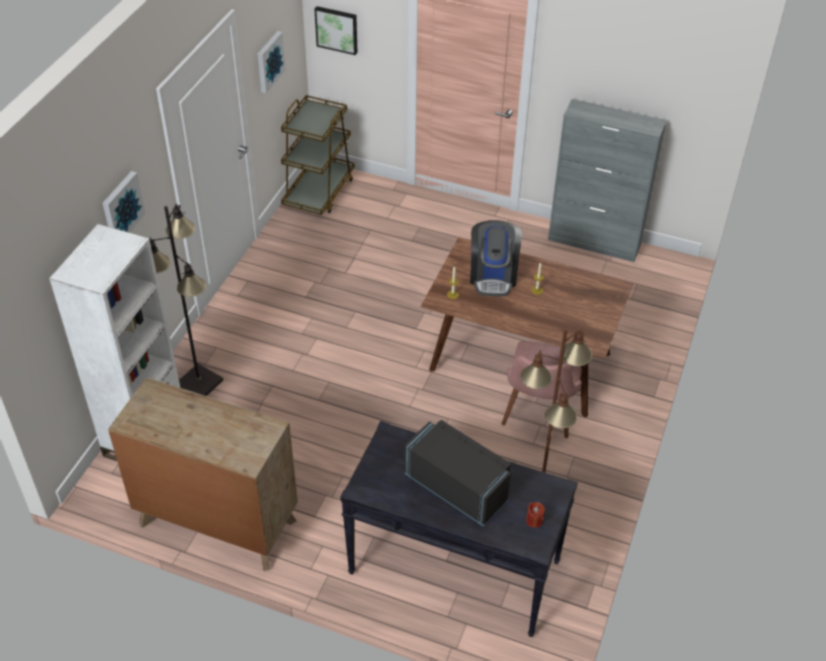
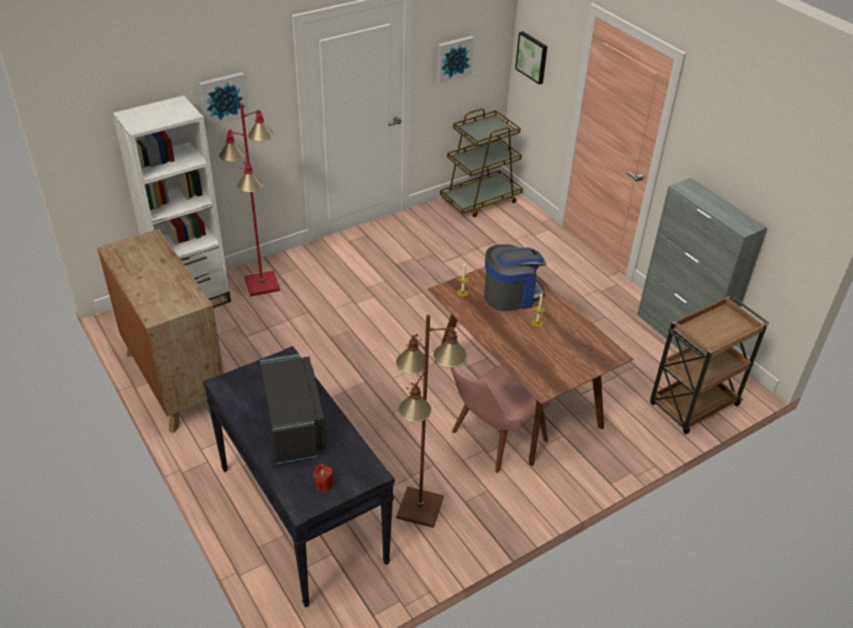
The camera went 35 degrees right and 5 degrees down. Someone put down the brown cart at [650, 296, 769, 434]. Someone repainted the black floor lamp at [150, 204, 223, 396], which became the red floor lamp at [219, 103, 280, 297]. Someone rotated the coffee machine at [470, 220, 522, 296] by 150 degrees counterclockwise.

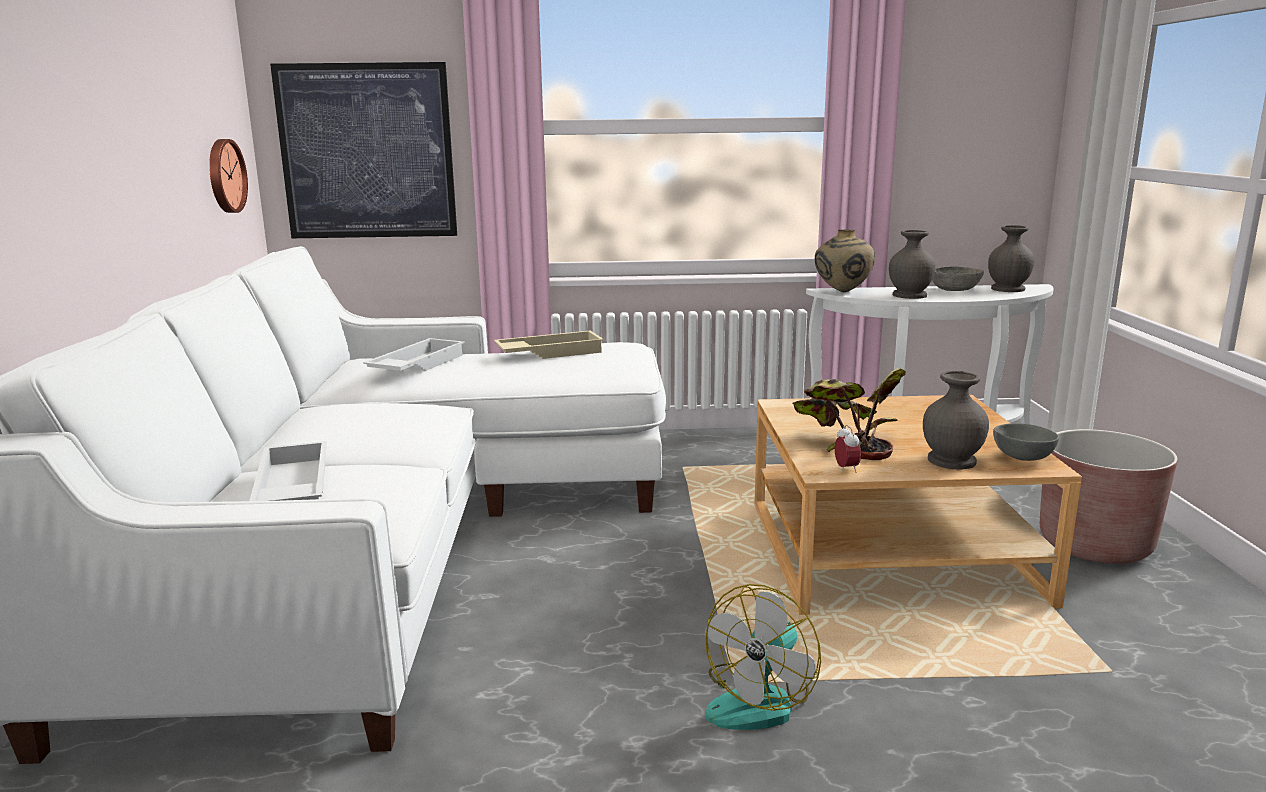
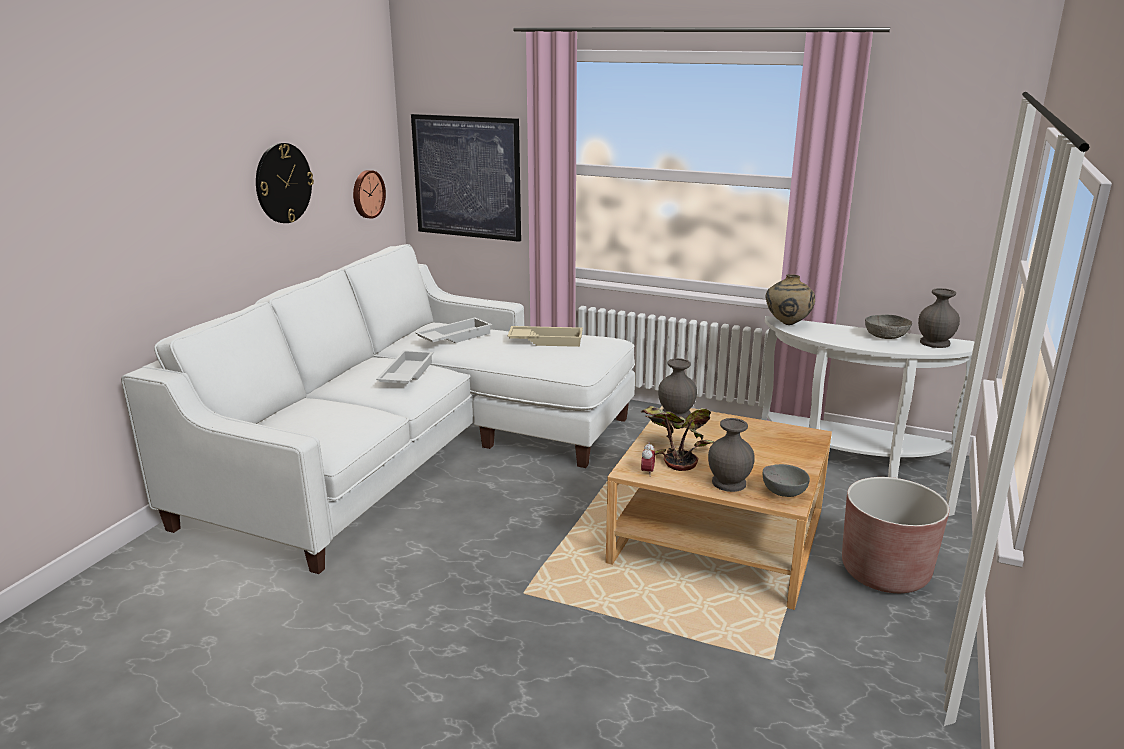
The camera went 25 degrees right and 5 degrees up. Someone took away the fan at [705, 584, 821, 730]. Someone put up the wall clock at [256, 143, 314, 223]. Someone carried the white tray from [249, 441, 327, 501] to [376, 350, 433, 384]. Someone carried the grey vase from [889, 230, 935, 299] to [658, 358, 697, 419].

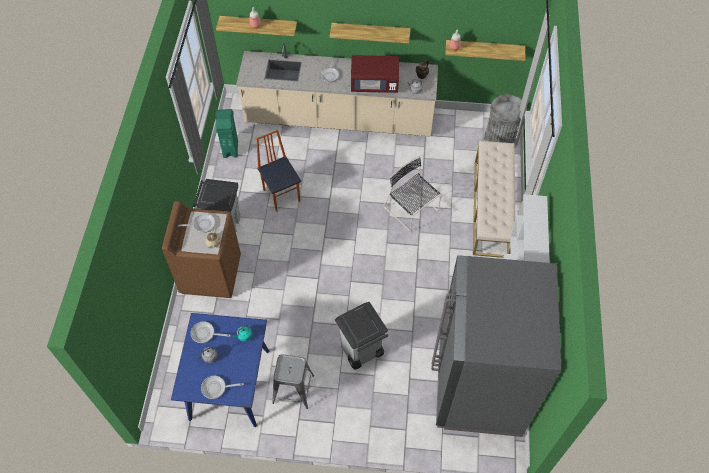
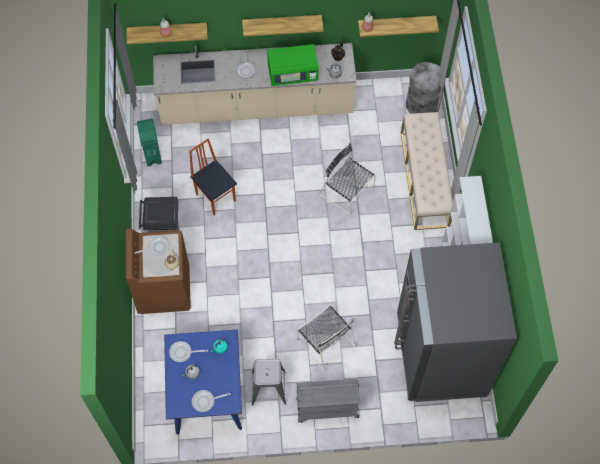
The camera went 10 degrees left and 5 degrees up. Someone put down the grey cart at [296, 379, 360, 423]. Someone swapped the grey trash can at [335, 302, 388, 370] for the black chair at [297, 305, 356, 371]. Someone repainted the red microwave at [351, 55, 399, 93], which became the green microwave at [267, 44, 318, 86].

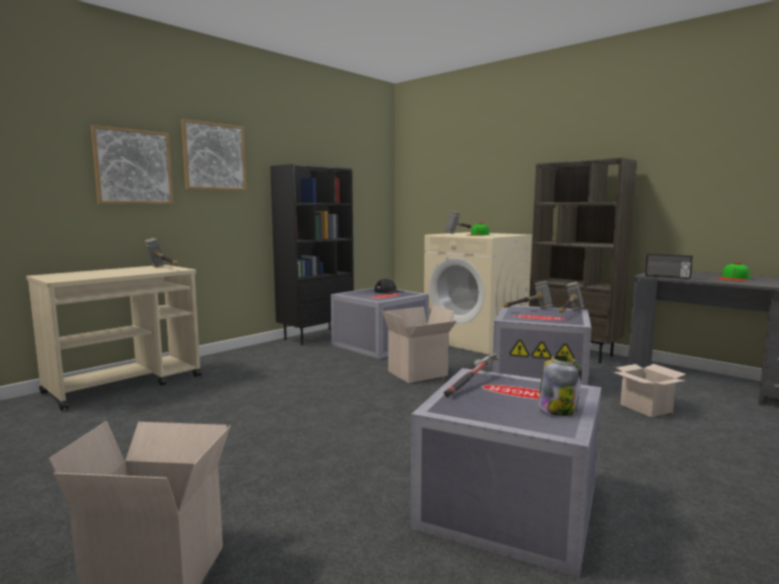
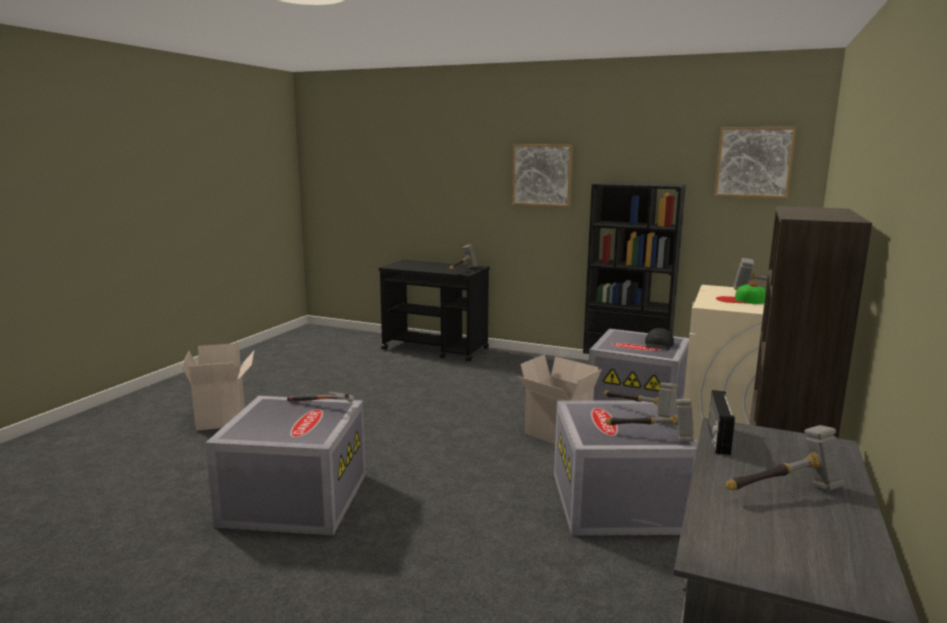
The camera went 70 degrees right and 5 degrees up. Someone took away the jar at [538, 355, 582, 416]. Someone took away the cardboard box at [613, 364, 686, 417]. Someone carried the picture from [91, 125, 174, 204] to [714, 127, 796, 198]. Someone swapped the cap at [717, 262, 750, 281] for the hammer at [726, 425, 845, 491]. Someone repainted the beige cart at [26, 265, 202, 411], which became the black cart at [379, 260, 490, 362].

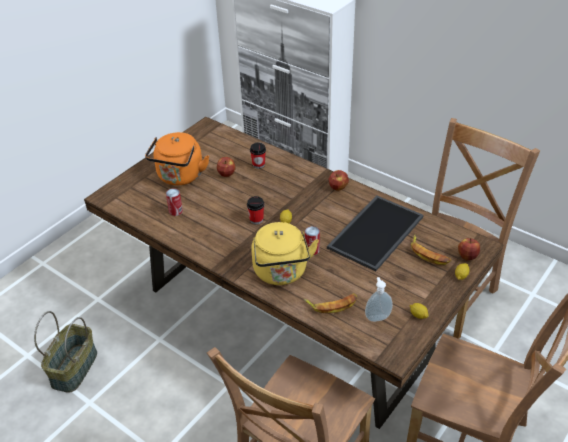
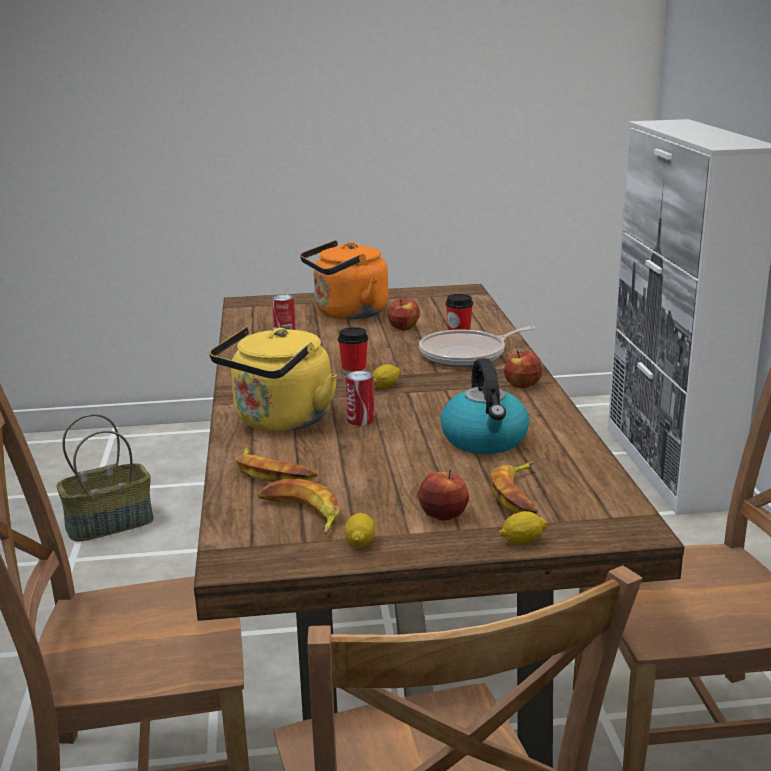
The camera went 45 degrees right and 20 degrees down. Someone put down the frying pan at [419, 326, 536, 367]. Someone carried the apple from [458, 238, 480, 260] to [418, 470, 469, 520]. Someone swapped the tray at [327, 195, 424, 271] for the kettle at [440, 358, 529, 454]. Someone swapped the soap dispenser at [365, 277, 393, 322] for the banana at [258, 479, 340, 534].

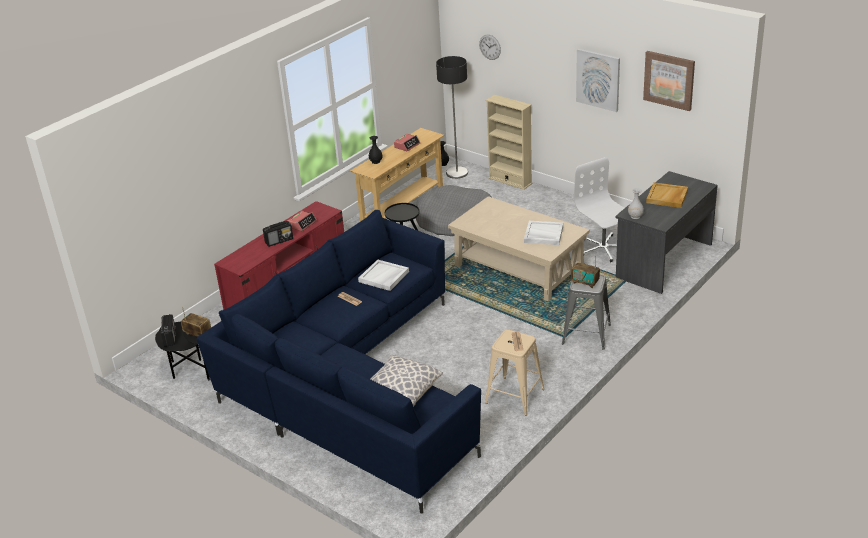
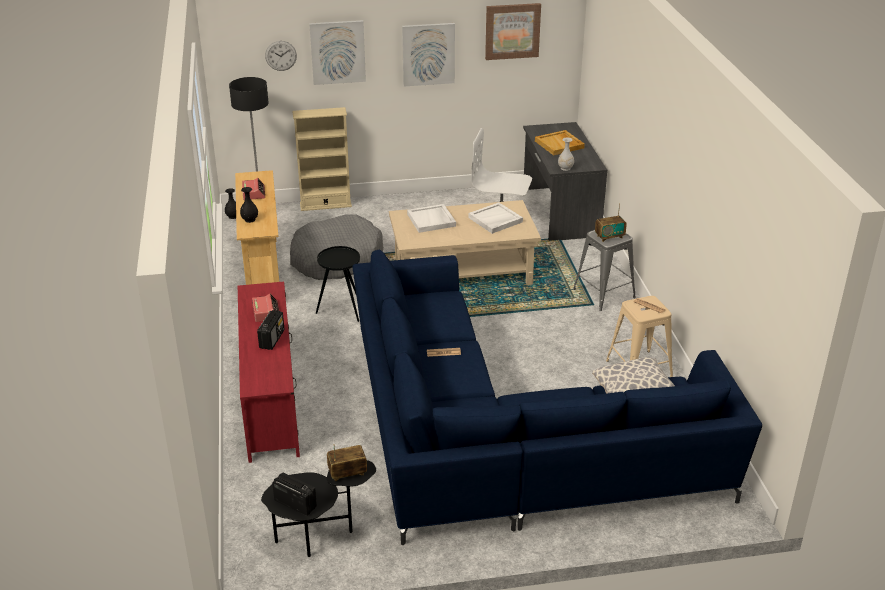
The camera went 50 degrees left and 0 degrees up. Someone put up the picture at [309, 20, 366, 85]. Someone carried the white tray from [358, 260, 409, 291] to [407, 204, 456, 233].

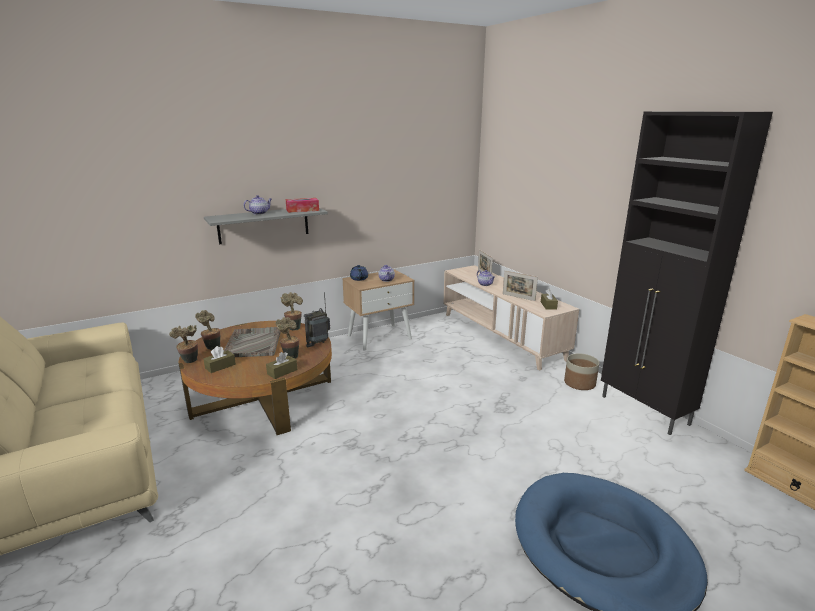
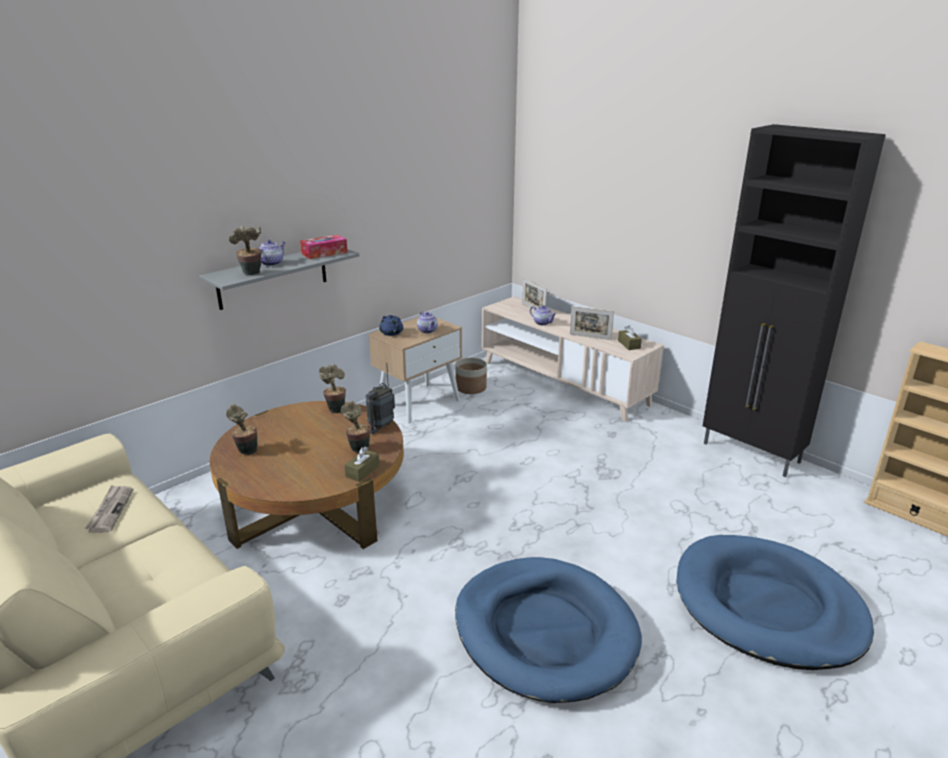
The camera went 15 degrees left and 5 degrees up. Someone took away the brown tissue box at [203, 346, 236, 373]. Someone took away the grey tray at [224, 327, 281, 357]. Someone put down the newspaper at [85, 485, 133, 533]. Someone put down the blue dog bed at [455, 557, 642, 703]. Someone carried the potted plant from [169, 325, 198, 363] to [228, 226, 261, 275]. Someone carried the planter from [564, 353, 599, 390] to [455, 358, 487, 394].

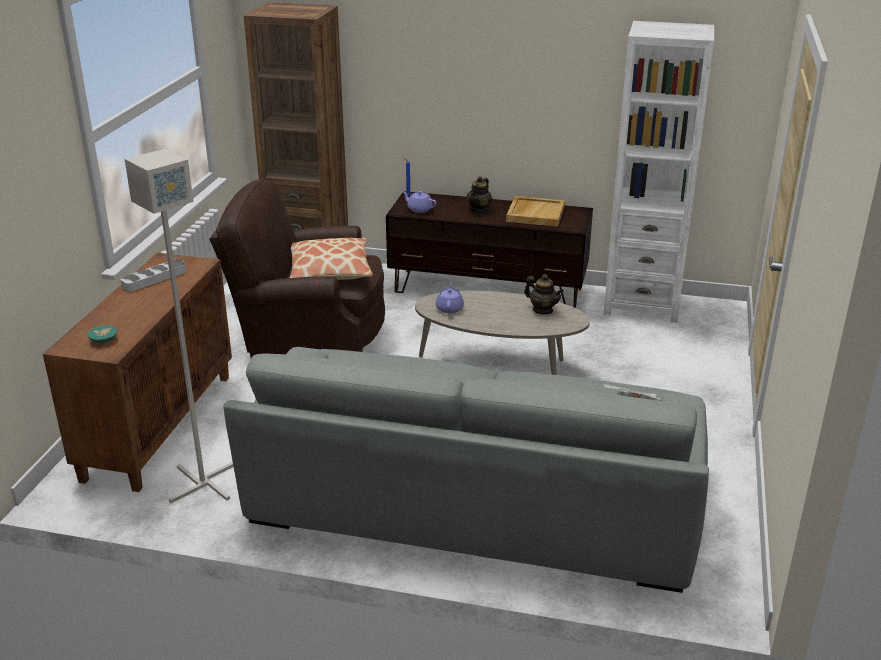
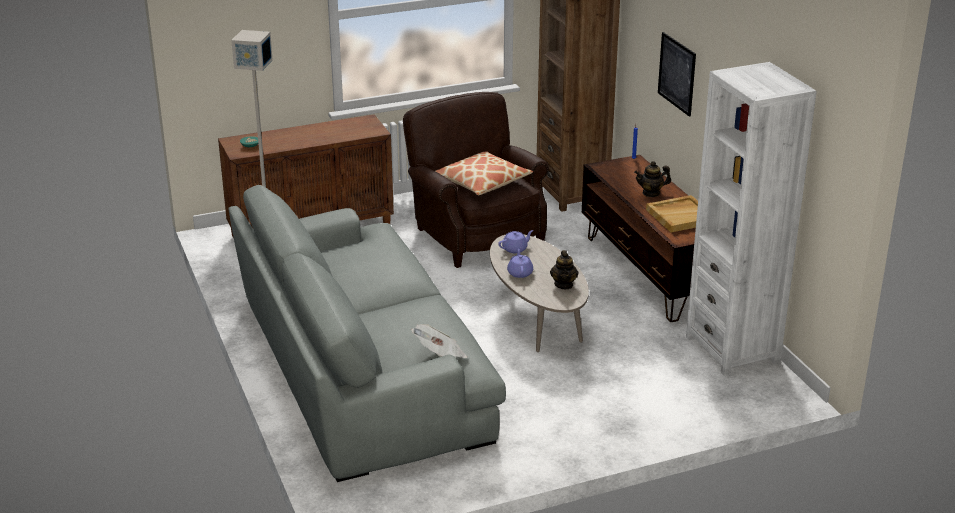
The camera went 55 degrees right and 0 degrees up. Someone took away the grey tray at [120, 259, 186, 292]. Someone put up the picture at [658, 32, 696, 117]. Someone carried the purple teapot from [402, 191, 436, 213] to [507, 249, 533, 278].

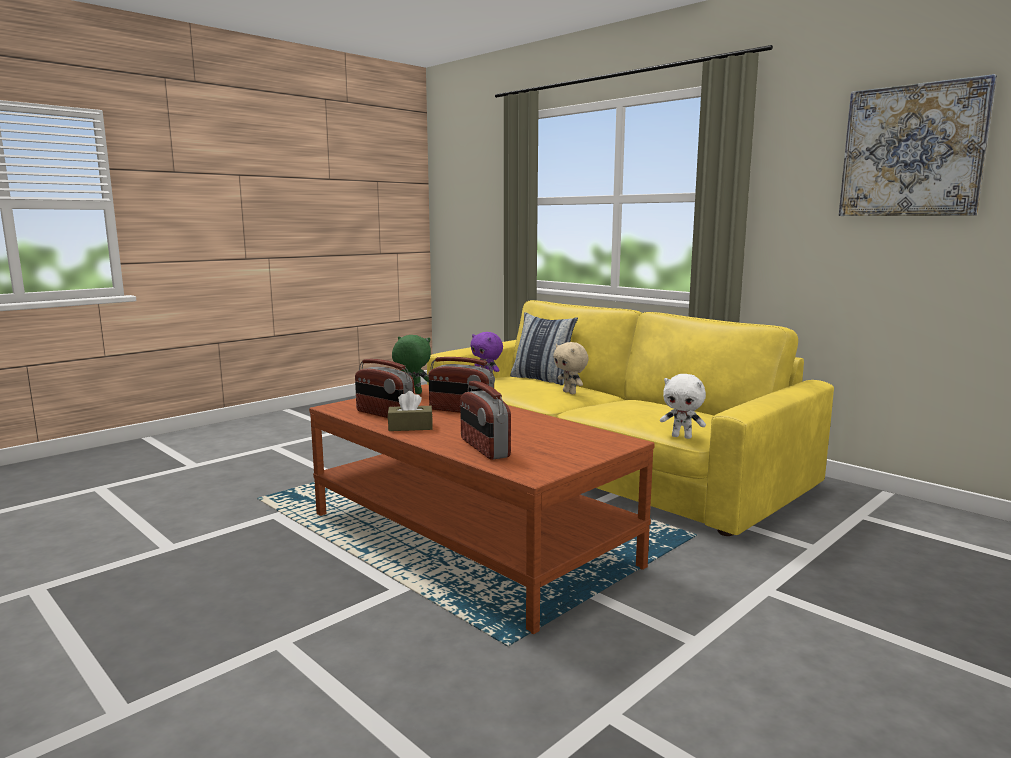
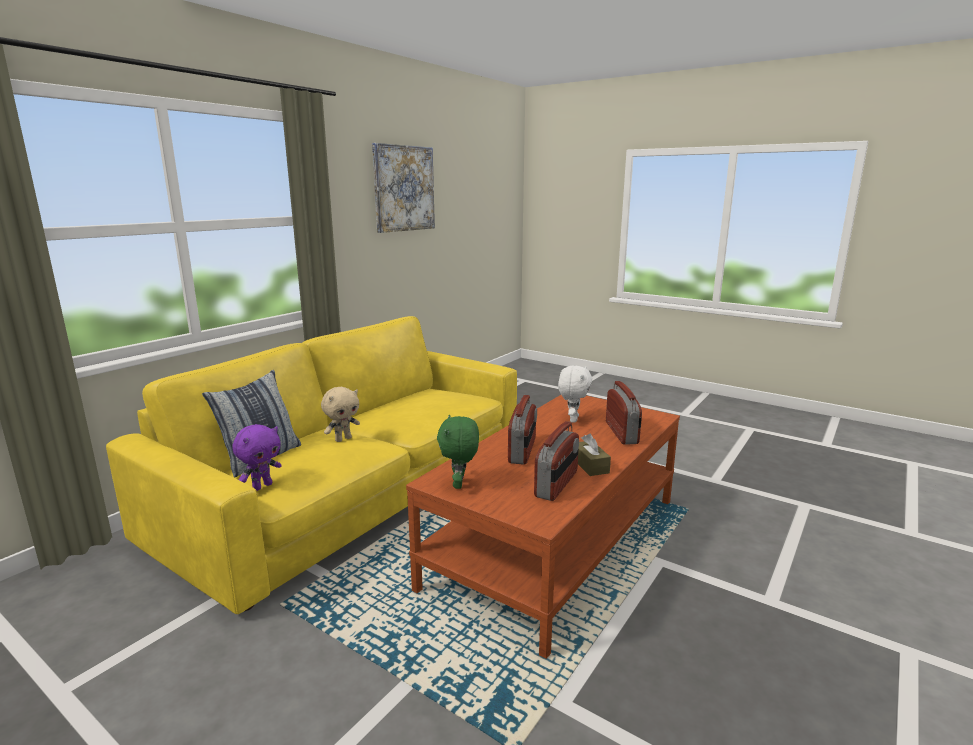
The camera went 100 degrees left and 5 degrees up. Someone carried the white plush toy from [660, 374, 706, 439] to [558, 366, 592, 423]. Someone rotated the radio at [460, 381, 511, 460] by 60 degrees counterclockwise.

